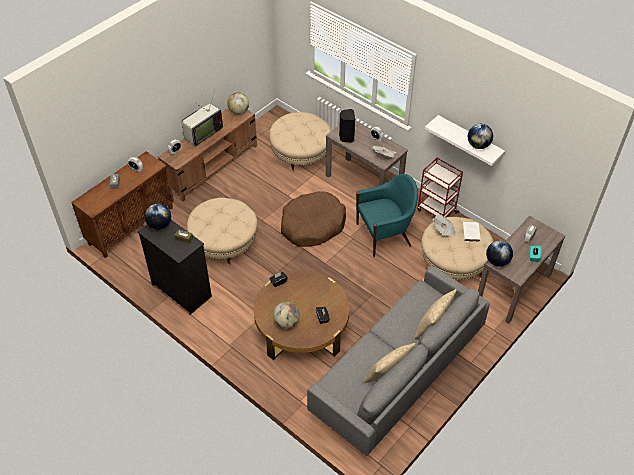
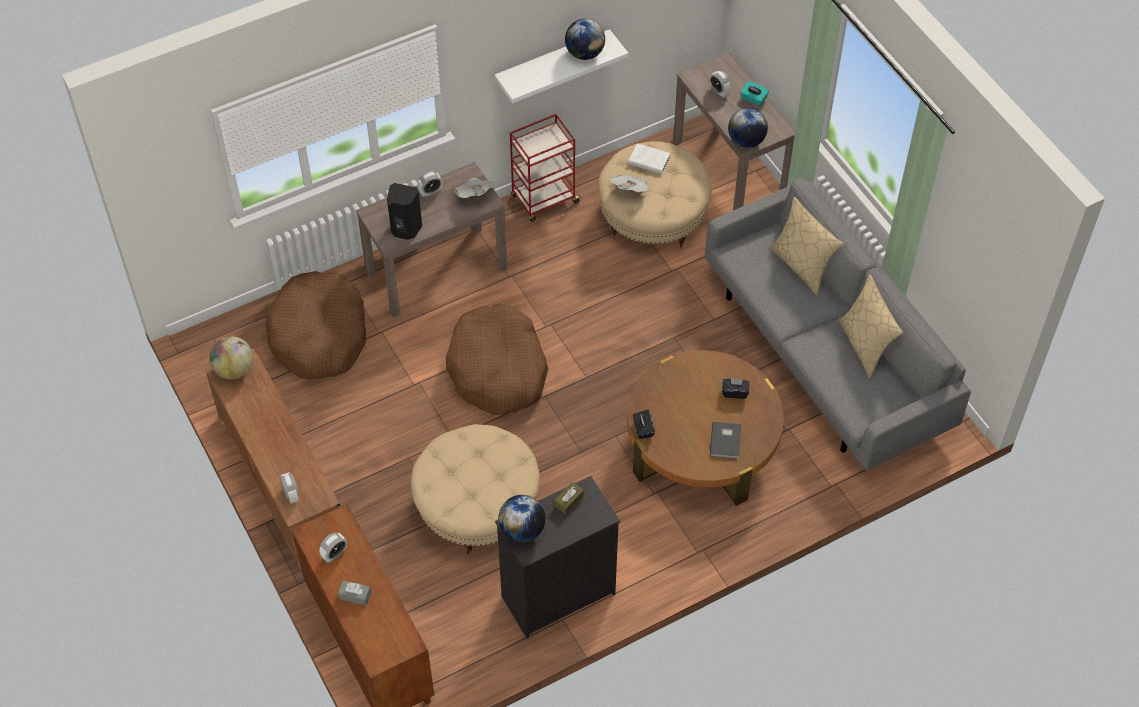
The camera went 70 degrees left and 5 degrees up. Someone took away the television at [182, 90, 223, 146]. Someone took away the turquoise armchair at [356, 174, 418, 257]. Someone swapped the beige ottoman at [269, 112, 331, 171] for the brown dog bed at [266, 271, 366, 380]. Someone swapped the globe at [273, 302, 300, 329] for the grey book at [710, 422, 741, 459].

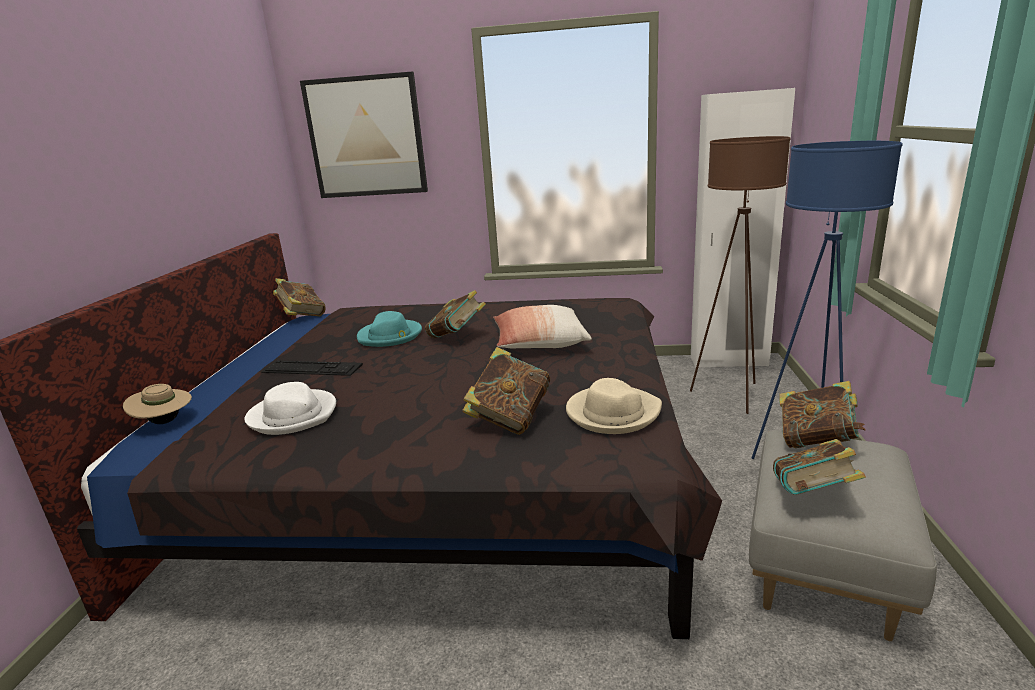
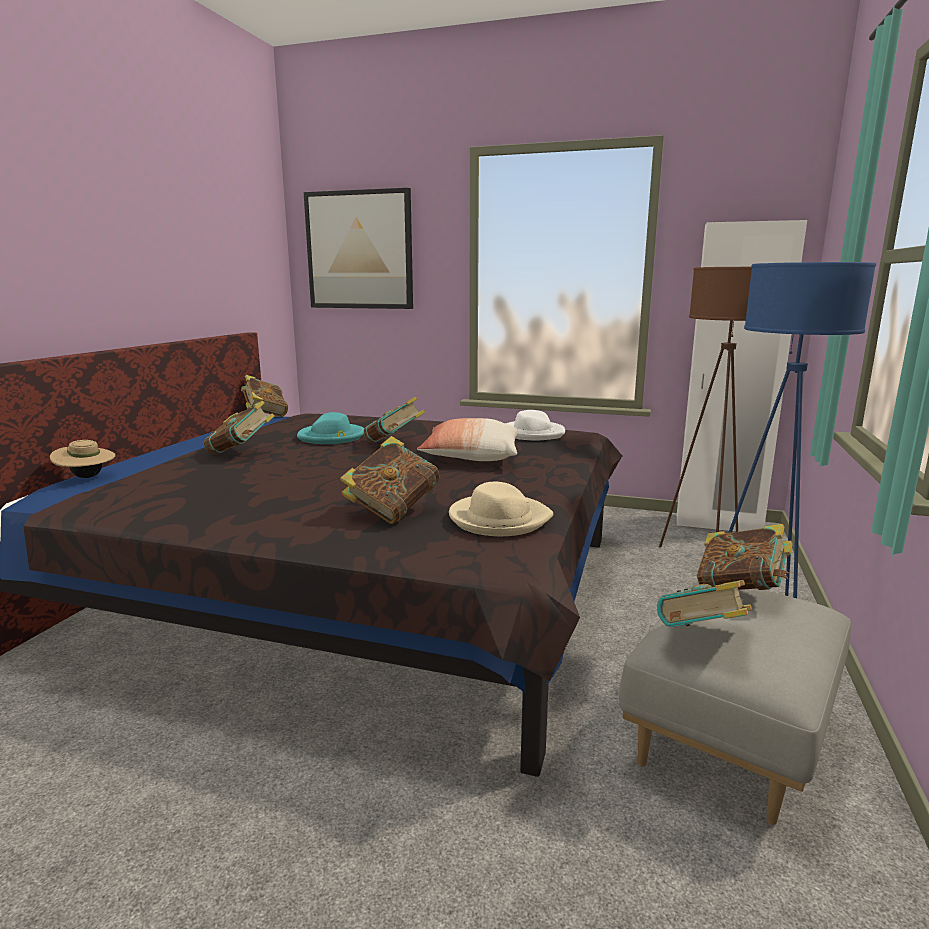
The camera went 10 degrees right and 5 degrees down. Someone carried the white hat from [244, 382, 336, 435] to [505, 410, 565, 440]. Someone swapped the keyboard at [261, 360, 363, 376] for the book at [203, 401, 274, 455].

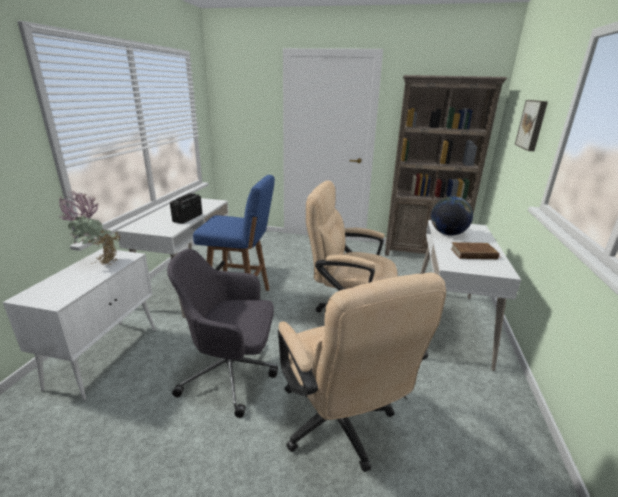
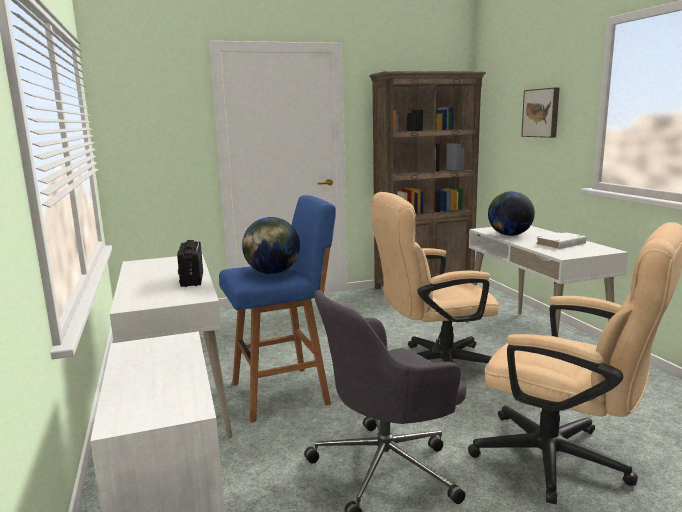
The camera went 30 degrees left and 10 degrees down. Someone took away the potted plant at [57, 191, 120, 265]. Someone put down the globe at [242, 217, 300, 274]. Someone repainted the brown book at [450, 242, 502, 259], which became the white book at [535, 232, 586, 249].

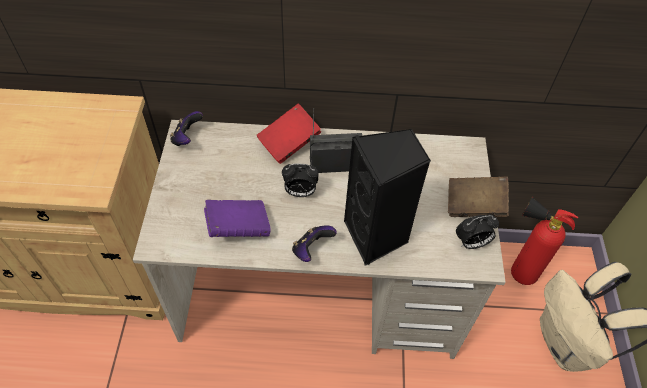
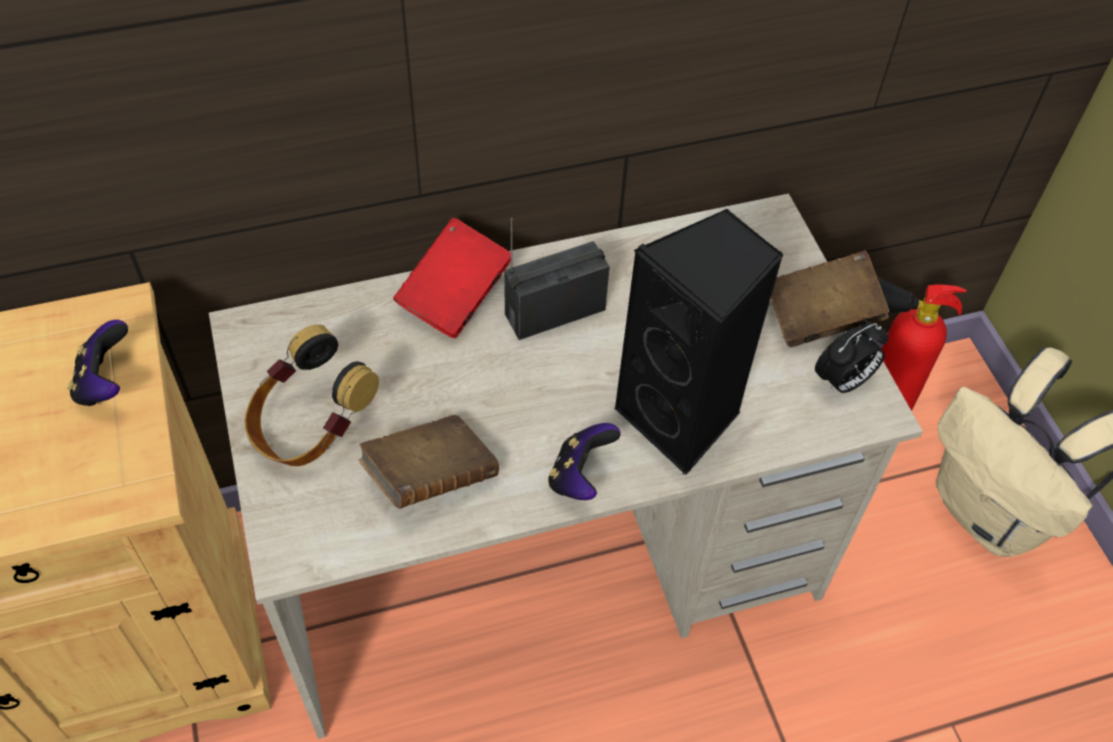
The camera went 20 degrees left and 0 degrees up. Someone took away the alarm clock at [282, 164, 318, 197]. Someone put down the headphones at [245, 324, 379, 466]. Someone carried the game controller from [170, 111, 203, 146] to [68, 320, 128, 406]. Someone repainted the purple book at [204, 200, 271, 237], which became the brown book at [359, 415, 499, 509].

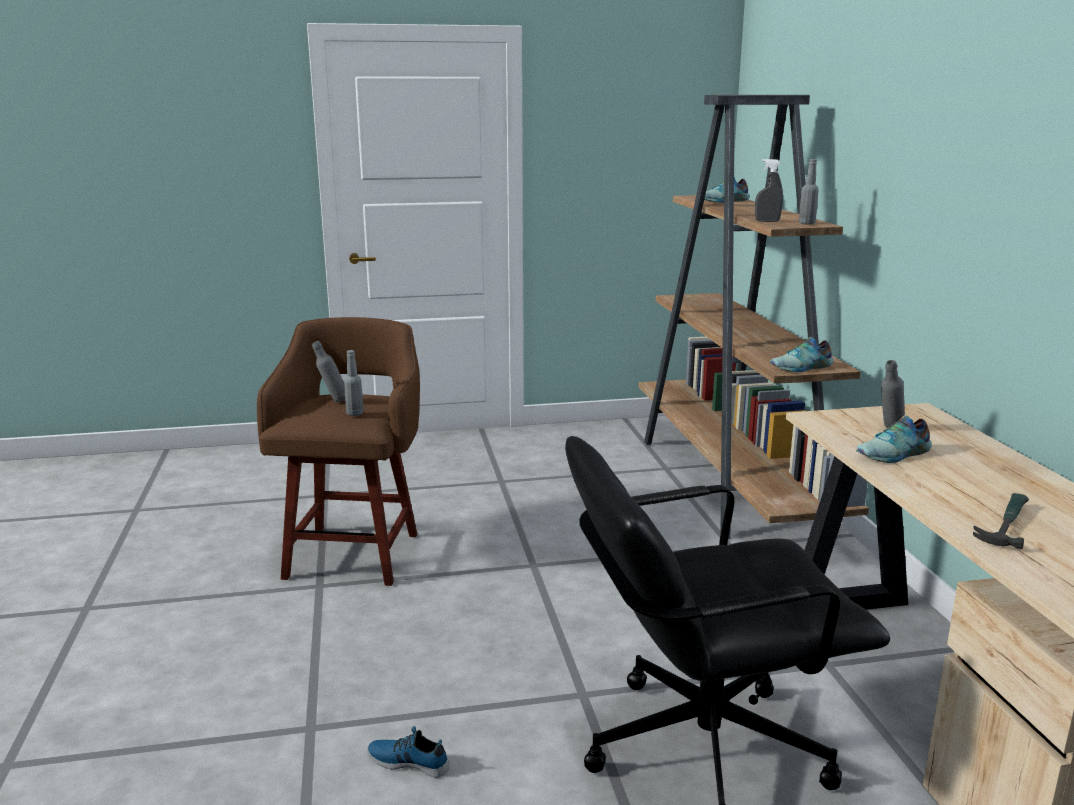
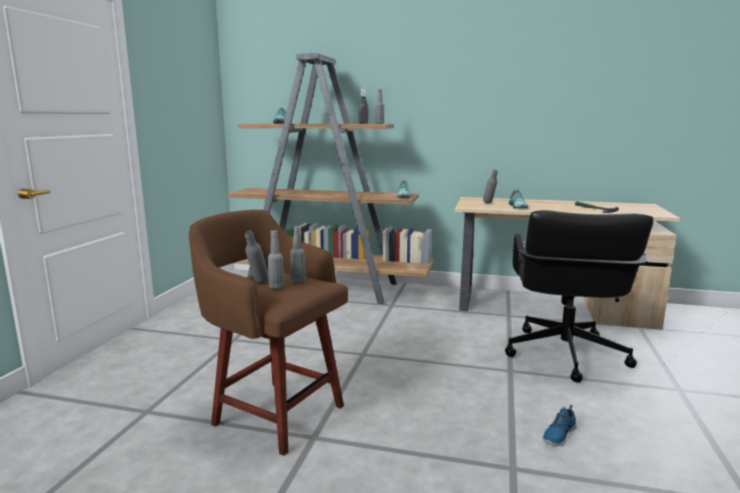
The camera went 65 degrees left and 5 degrees down. Someone put down the grey bottle at [268, 230, 284, 289].

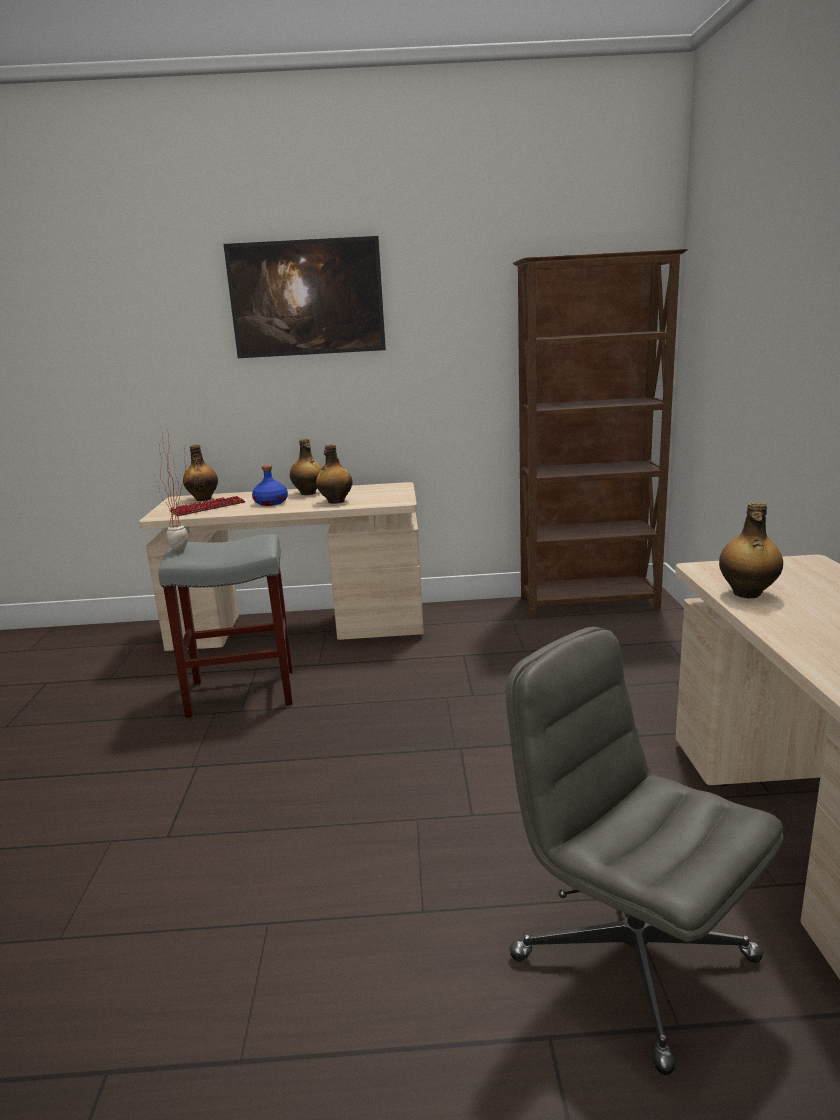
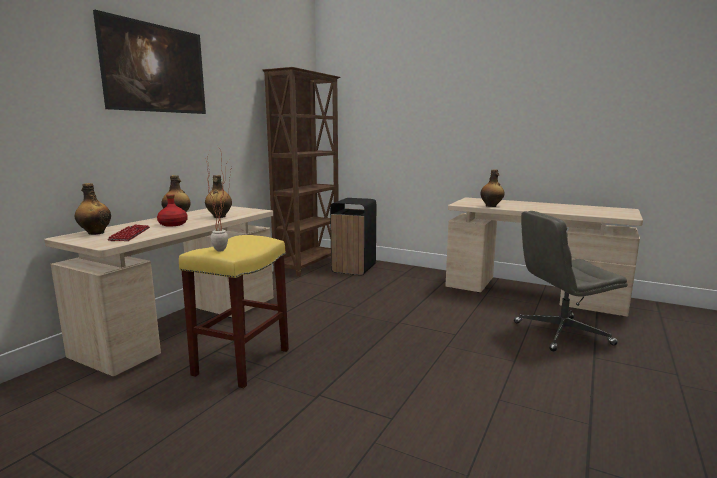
The camera went 60 degrees left and 5 degrees down. Someone put down the black trash can at [330, 198, 376, 275]. Someone repainted the grey stool at [158, 534, 293, 718], which became the yellow stool at [179, 235, 289, 388]. Someone repainted the blue bottle at [252, 465, 288, 506], which became the red bottle at [157, 194, 188, 227].

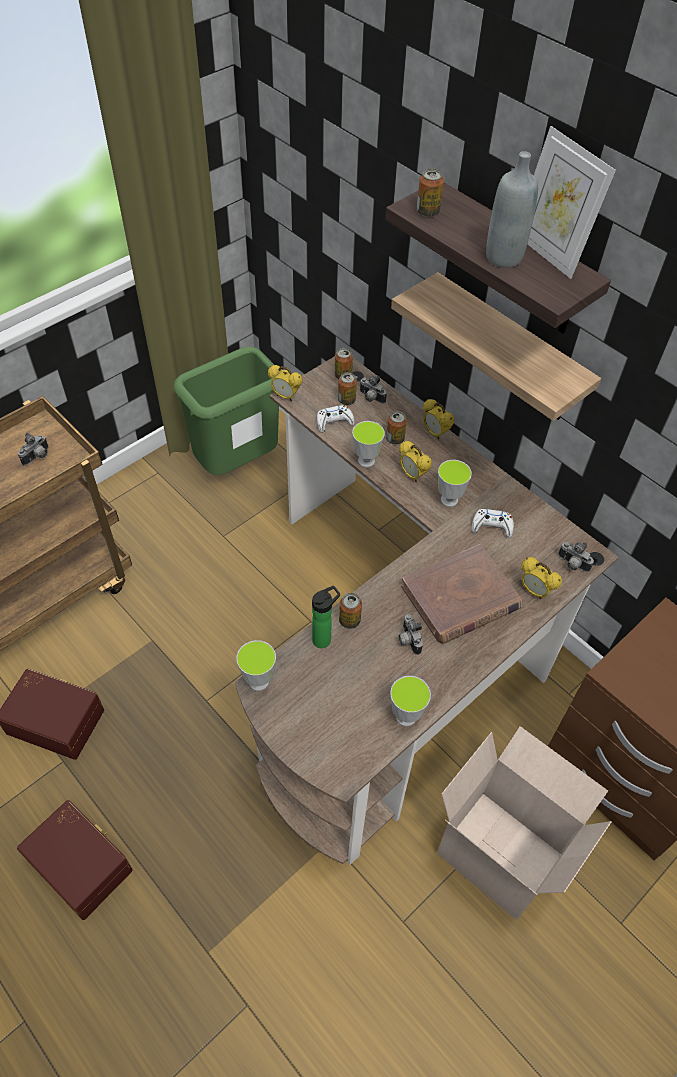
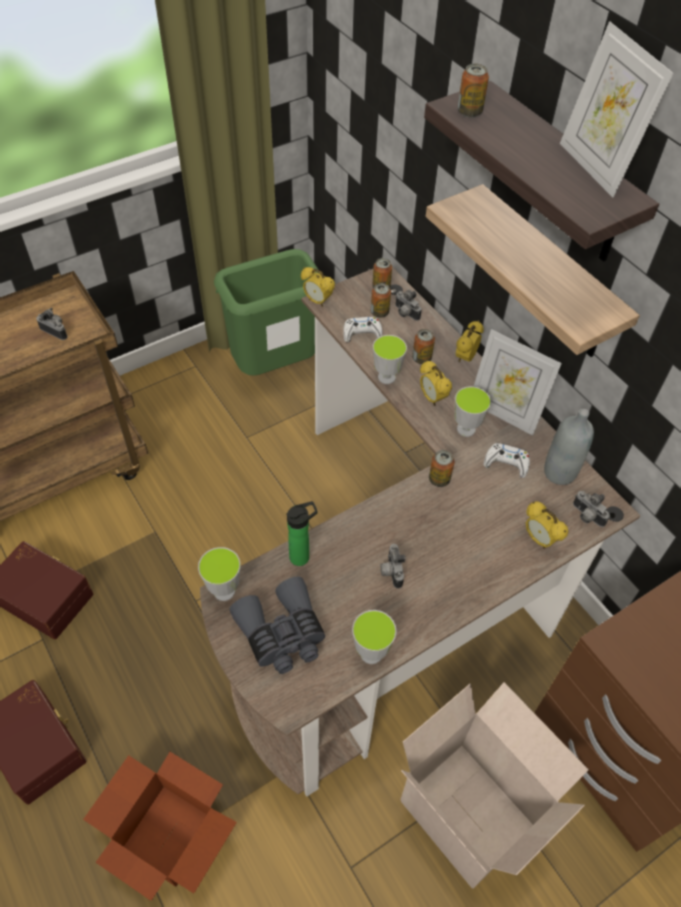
The camera went 10 degrees right and 0 degrees up. Someone took away the brown book at [401, 544, 522, 644]. Someone put down the cardboard box at [83, 752, 237, 901]. Someone put down the grey binoculars at [230, 577, 325, 674]. Someone put down the picture frame at [474, 329, 562, 436]. Someone carried the can from [339, 593, 362, 629] to [429, 450, 455, 487]. Someone carried the grey bottle from [486, 151, 538, 268] to [544, 409, 594, 485]. Someone rotated the photo camera at [18, 433, 49, 465] by 105 degrees counterclockwise. Someone rotated the alarm clock at [423, 399, 455, 439] by 60 degrees clockwise.

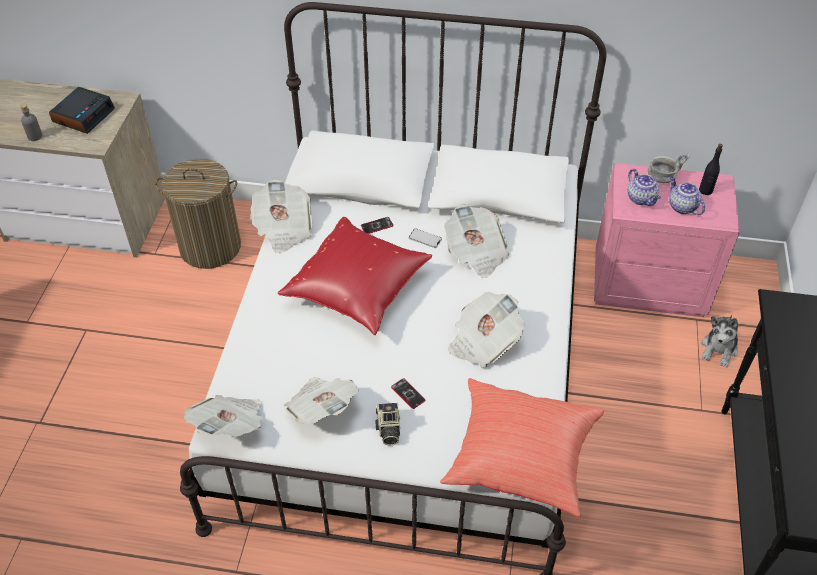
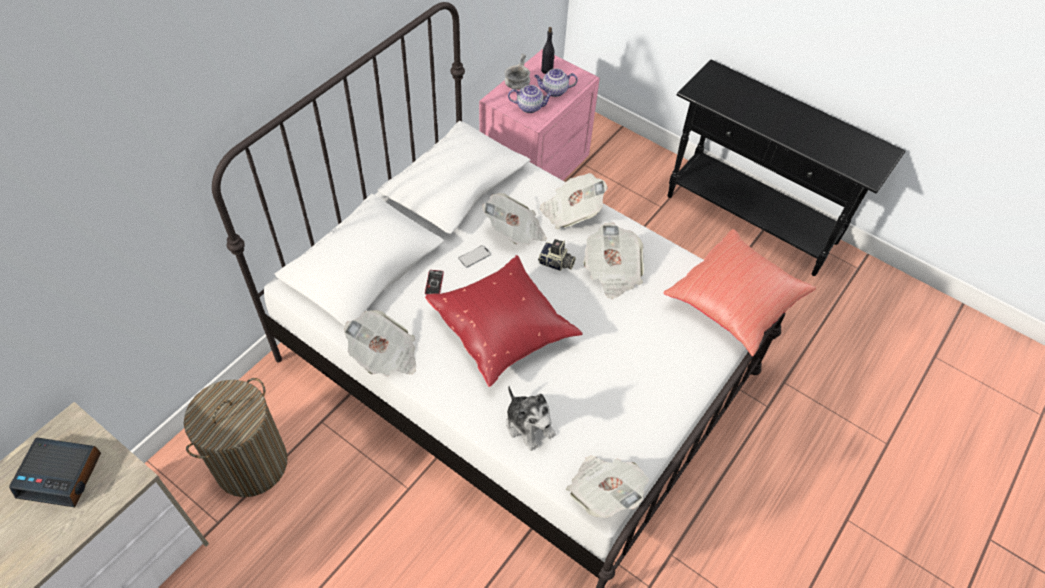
The camera went 65 degrees left and 5 degrees up. Someone took away the grey bottle at [20, 104, 42, 141]. Someone took away the phone at [391, 378, 425, 409]. Someone carried the newspaper from [284, 377, 359, 424] to [540, 173, 608, 229]. Someone carried the photo camera from [375, 402, 400, 446] to [538, 239, 576, 271]. Someone carried the plush toy from [702, 315, 738, 368] to [506, 386, 556, 451]. Someone rotated the alarm clock at [49, 87, 115, 134] by 135 degrees clockwise.

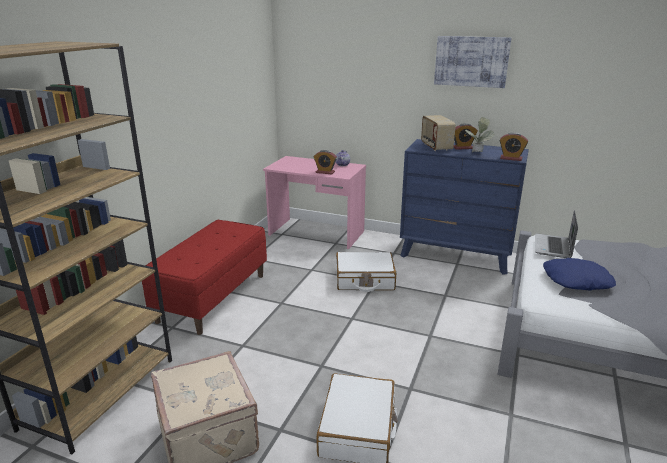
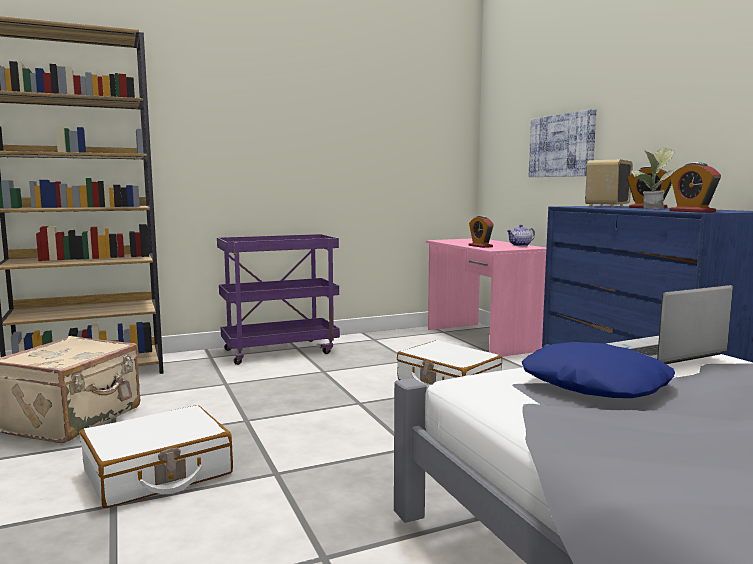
The camera went 45 degrees right and 15 degrees down. Someone carried the picture from [434, 36, 511, 88] to [529, 109, 596, 177]. Someone swapped the red bench at [142, 220, 267, 335] for the purple cart at [217, 234, 340, 365].

